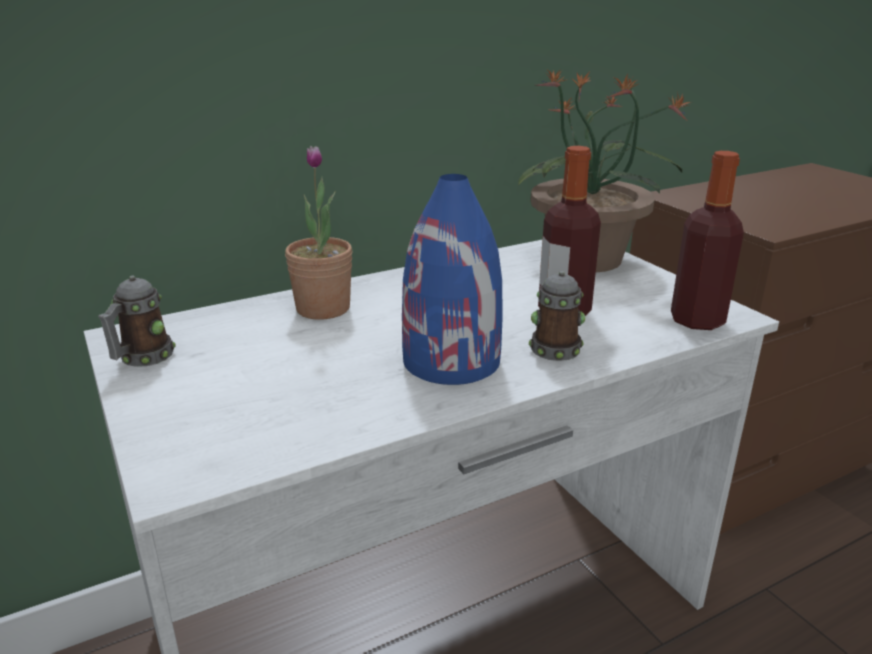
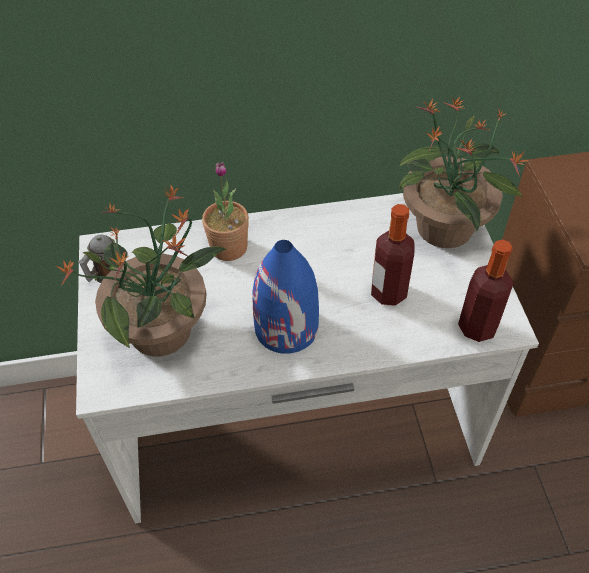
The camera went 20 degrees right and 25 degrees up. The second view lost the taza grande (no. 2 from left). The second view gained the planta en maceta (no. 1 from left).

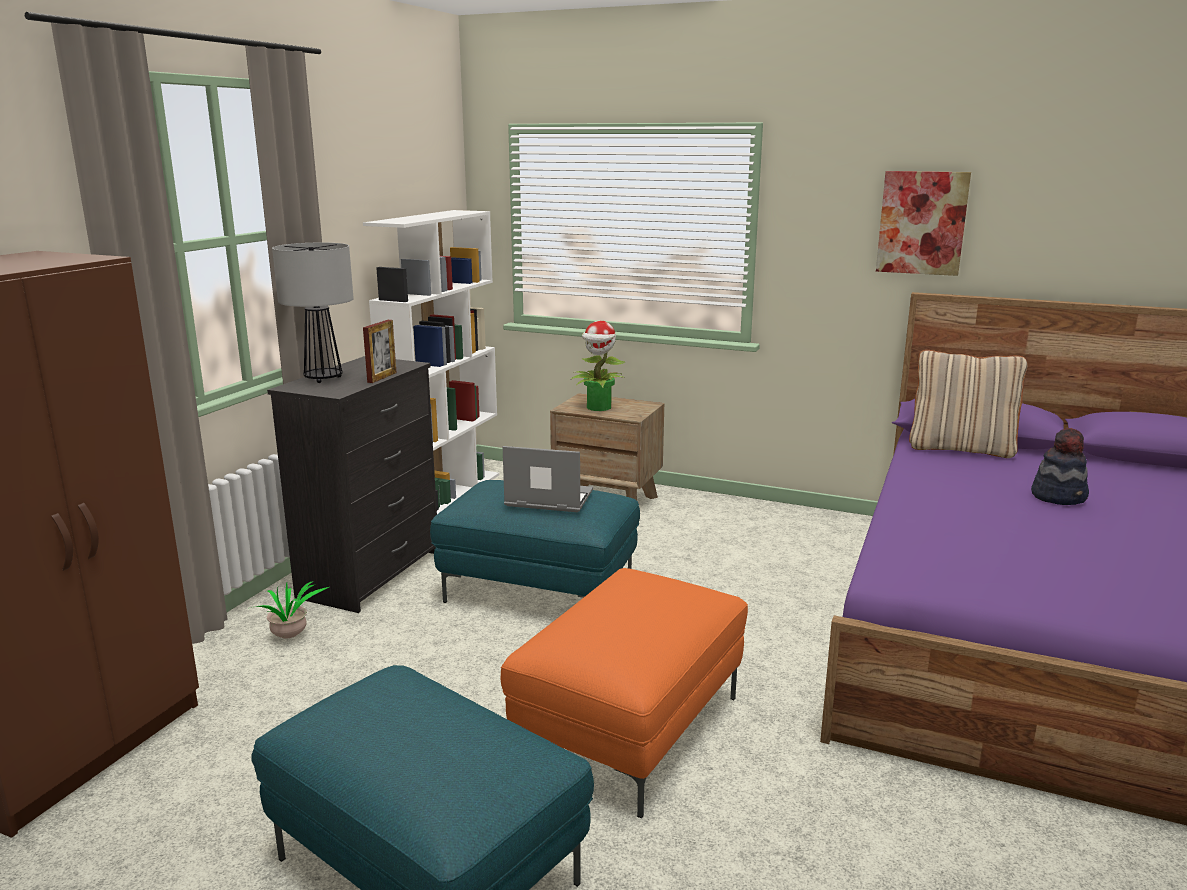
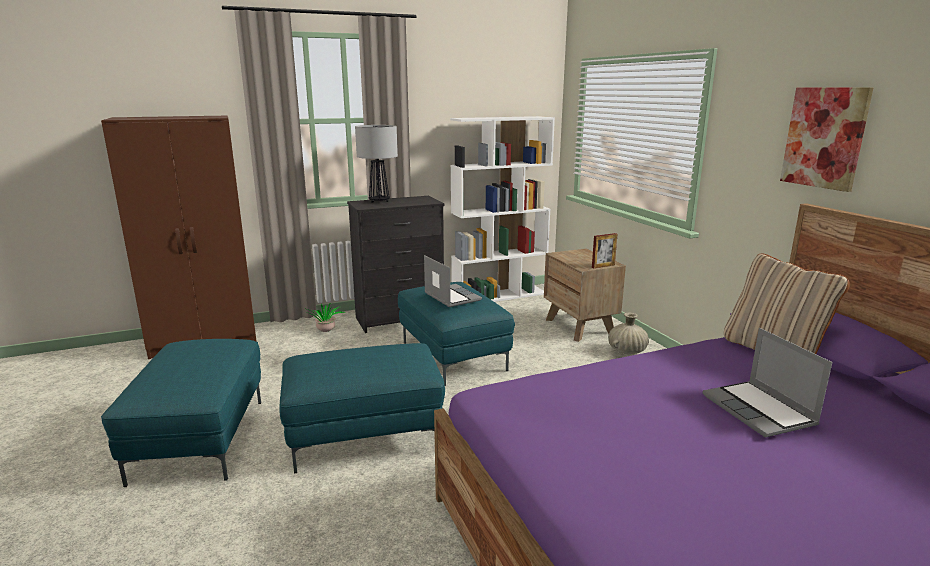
The camera went 45 degrees right and 0 degrees up. The portarretratos ended up elsewhere. The second view lost the planta en maceta (no. 2 from left). Where the sombrero stood, the portátil (no. 2 from left) came to stand. What was the puf (naranja) turned into the puf (turquesa) (no. 2 from left). The second view gained the florero (beis).

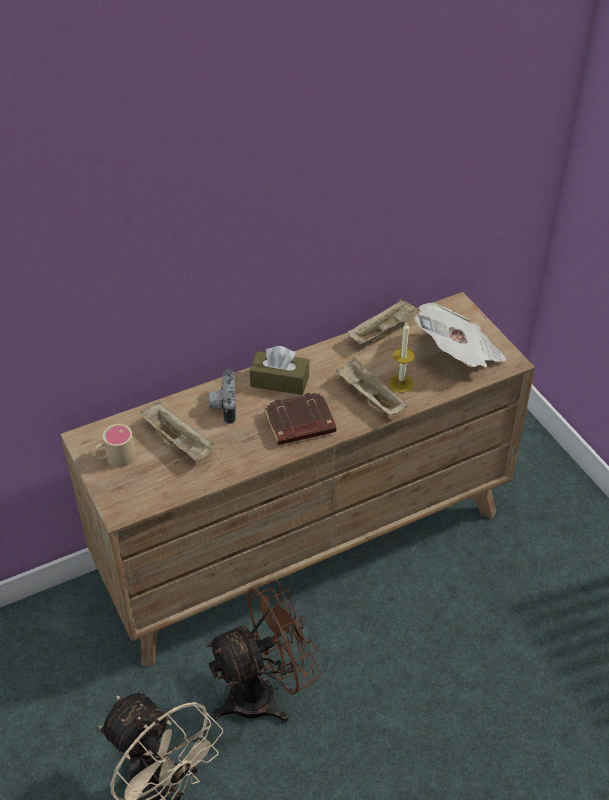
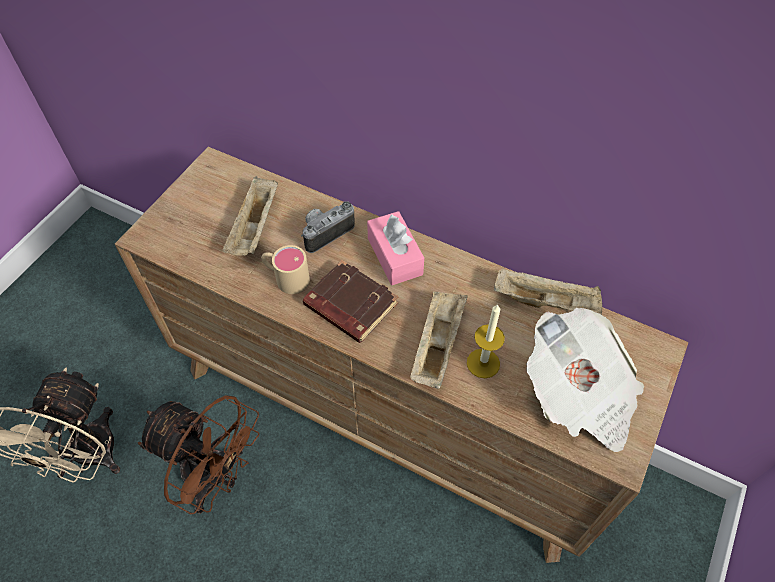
The camera went 55 degrees right and 10 degrees up. What was the caja de pañuelos (marrón) turned into the caja de pañuelos (rosa). The taza grande (beis) ended up elsewhere.

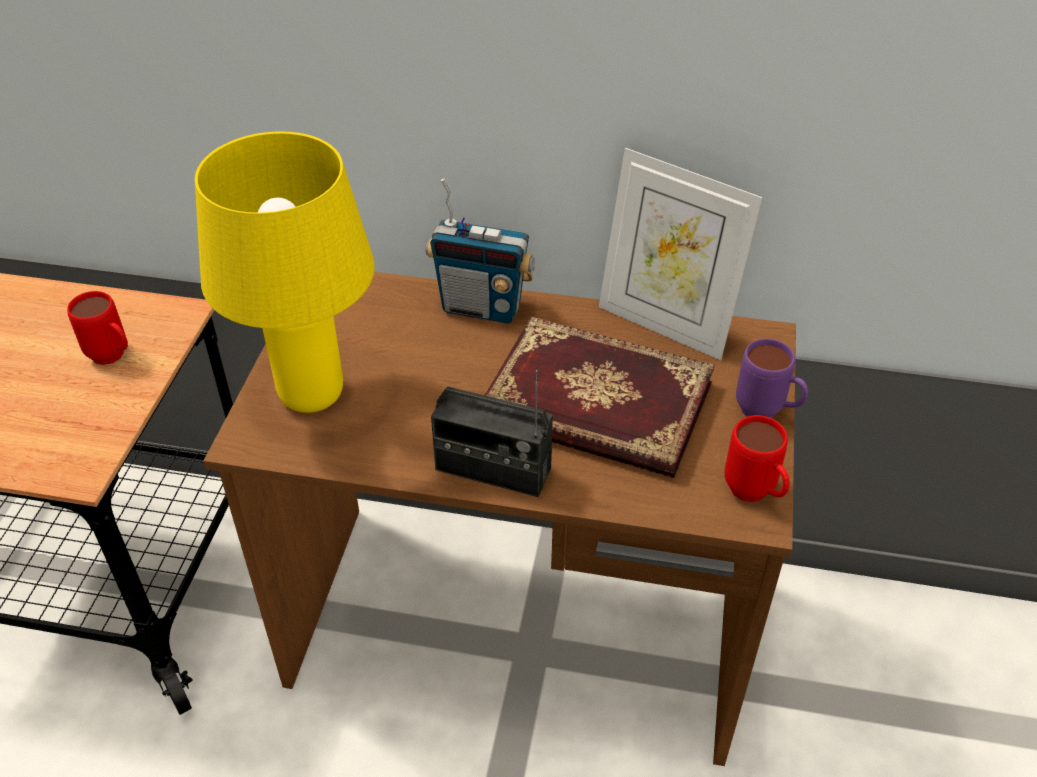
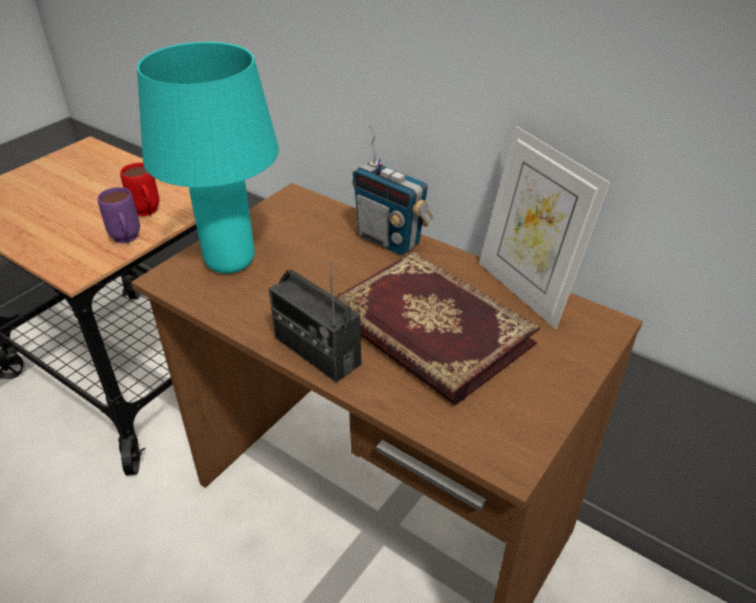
The camera went 25 degrees right and 5 degrees down. What was the lámpara de mesa (amarillo) turned into the lámpara de mesa (turquesa). The taza grande (morado) ended up elsewhere. The second view lost the taza grande (rojo) (no. 2 from left).

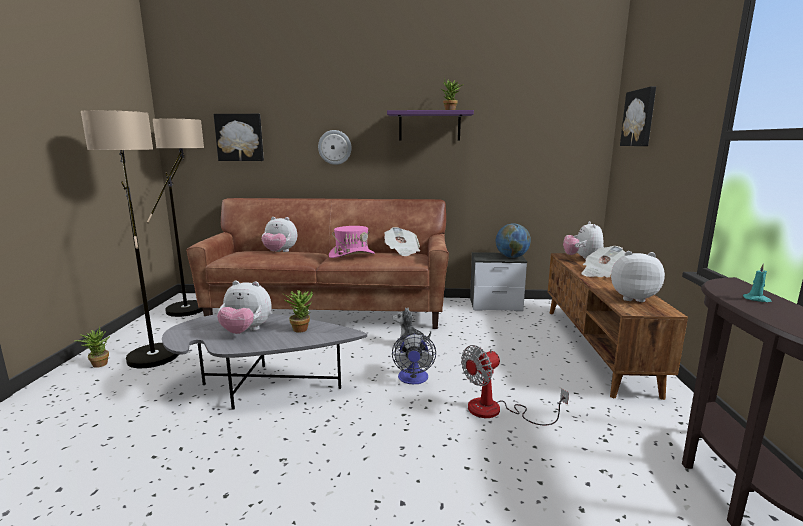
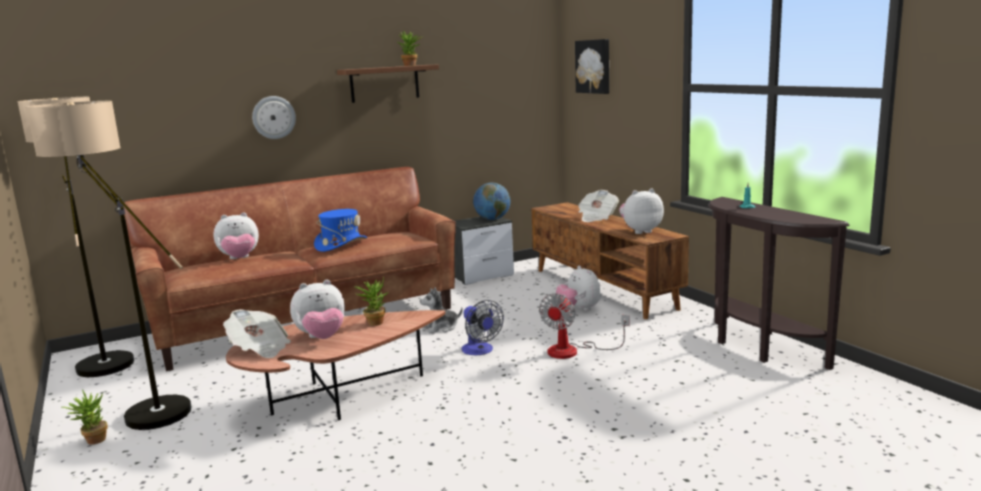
The camera went 30 degrees left and 0 degrees up. What was the estante (morado) turned into the estante (marrón). The second view lost the cuadro (no. 1 from left). The peluche (no. 4 from left) ended up elsewhere. What was the sombrero (rosa) turned into the sombrero (azul). The periódico (no. 1 from left) ended up elsewhere. What was the mesa de centro (gris) turned into the mesa de centro (marrón).

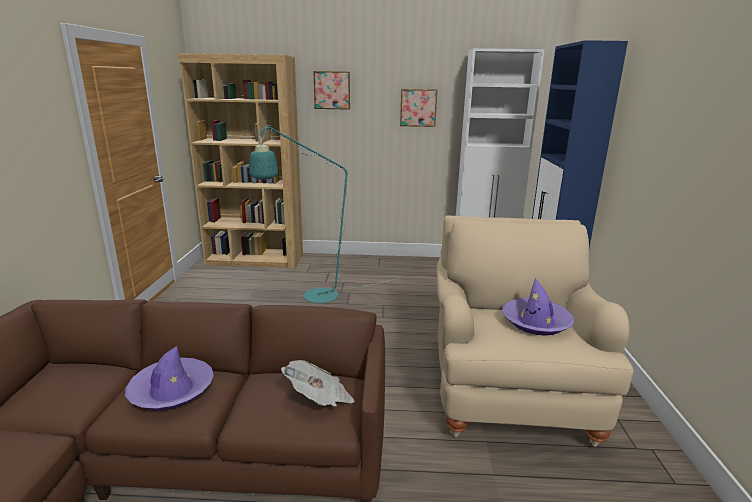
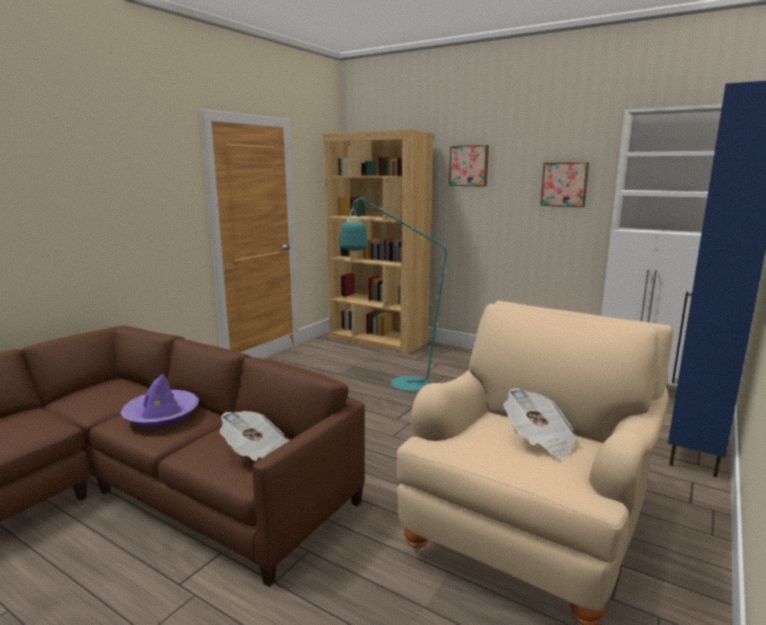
The camera went 30 degrees right and 5 degrees down. Where the sombrero (morado) (no. 2 from left) stood, the periódico (no. 2 from left) came to stand.

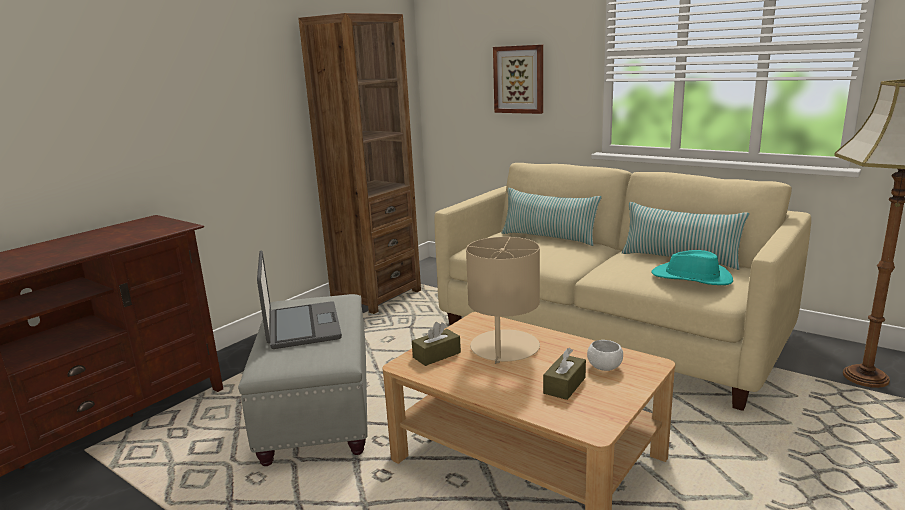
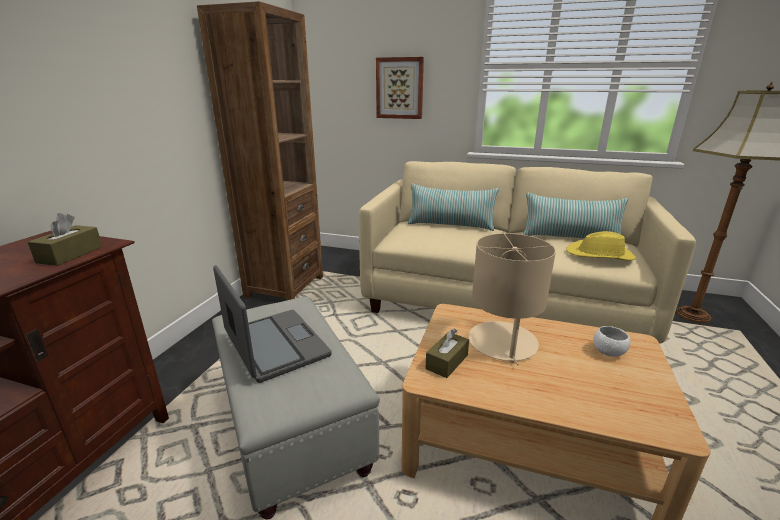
The camera went 20 degrees left and 5 degrees up. What was the sombrero (turquesa) turned into the sombrero (amarillo). The caja de pañuelos (marrón) (no. 2 from left in the first image) ended up elsewhere.

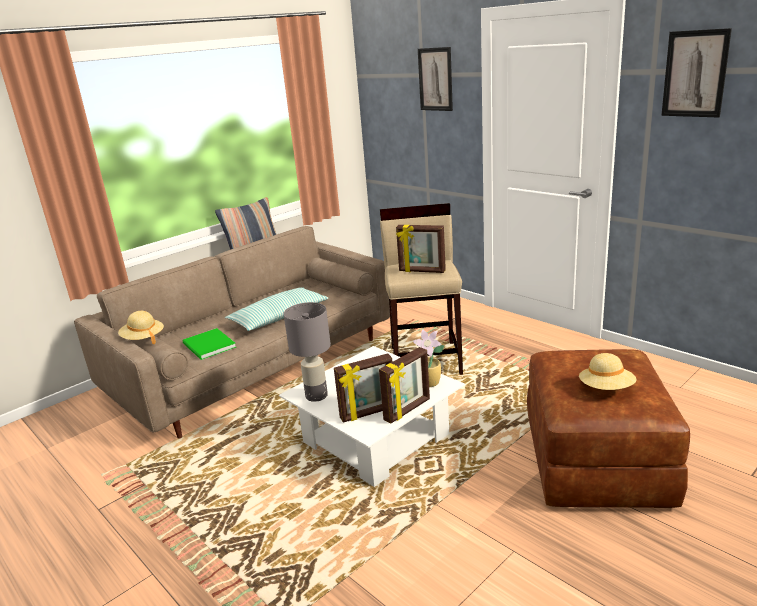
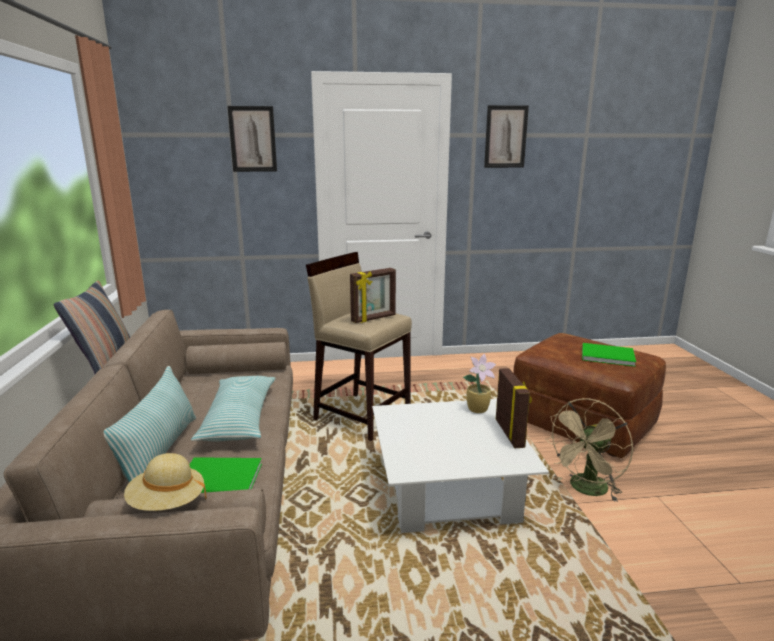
The camera went 55 degrees left and 5 degrees down. The second view lost the lámpara de mesa (gris). The second view lost the portarretratos (no. 1 from left). Where the sombrero (beis) (no. 2 from left) stood, the libro (verde) (no. 2 from left) came to stand. The second view gained the cojín (no. 2 from left). The second view gained the ventilador (beis).

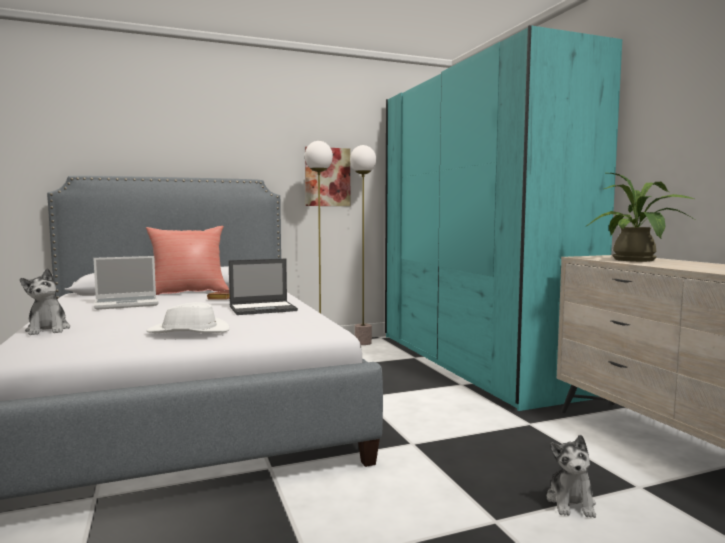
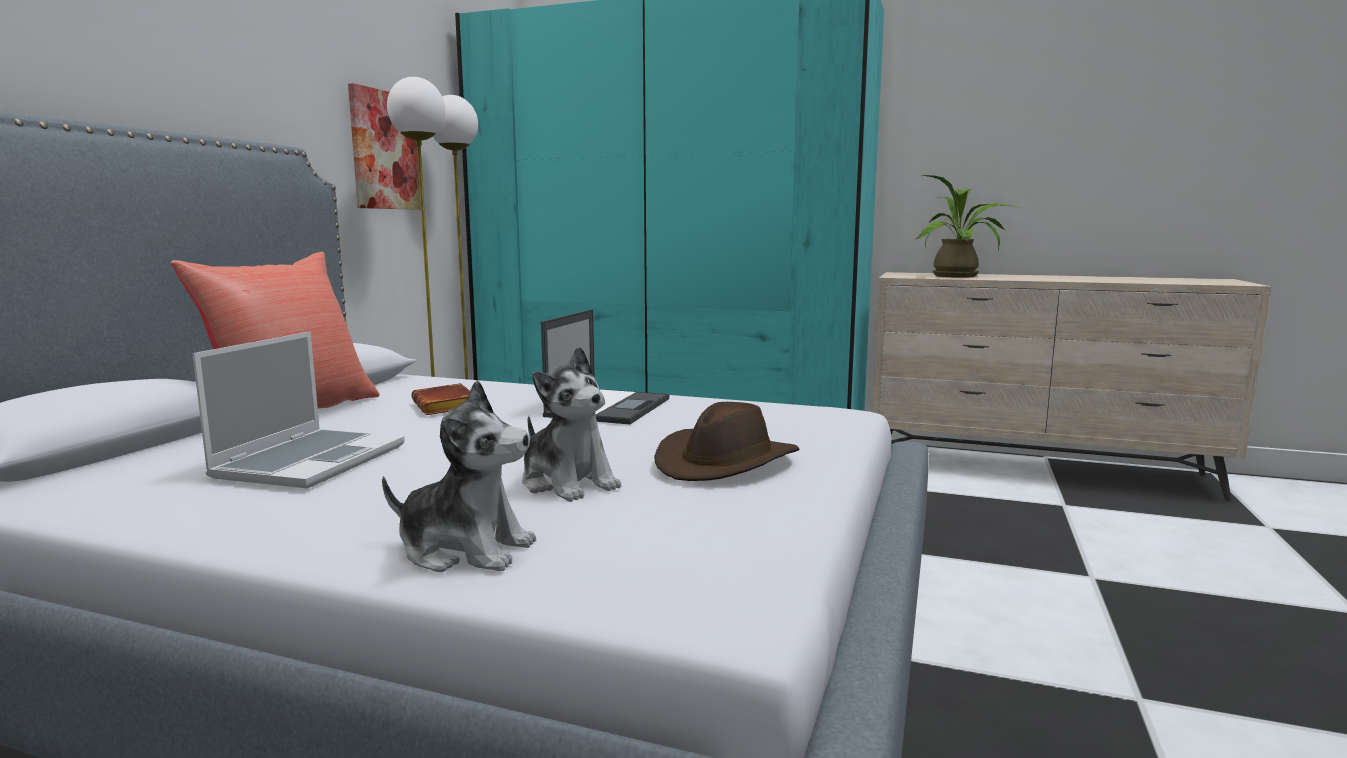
The camera went 50 degrees left and 5 degrees up. What was the sombrero (blanco) turned into the sombrero (marrón). The peluche (no. 2 from left) ended up elsewhere.

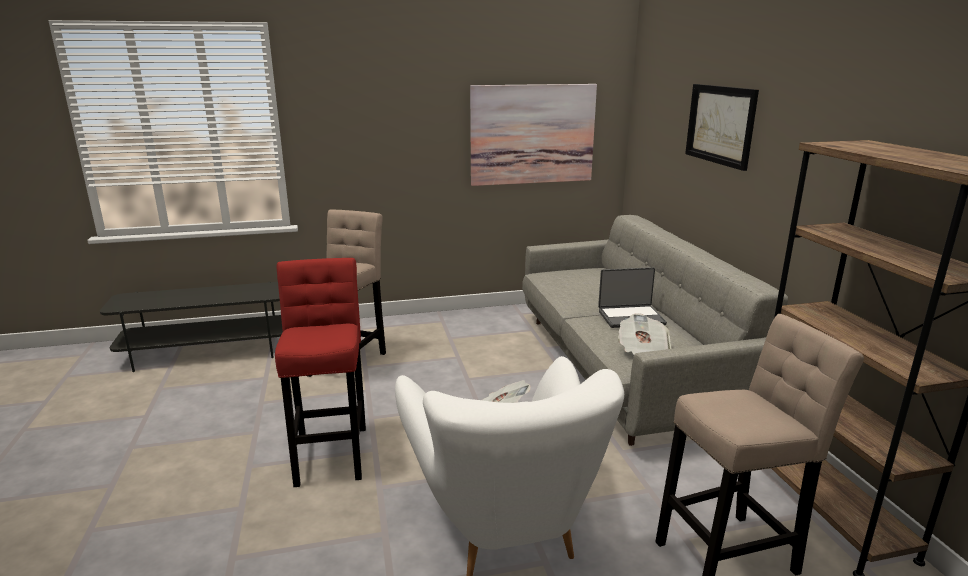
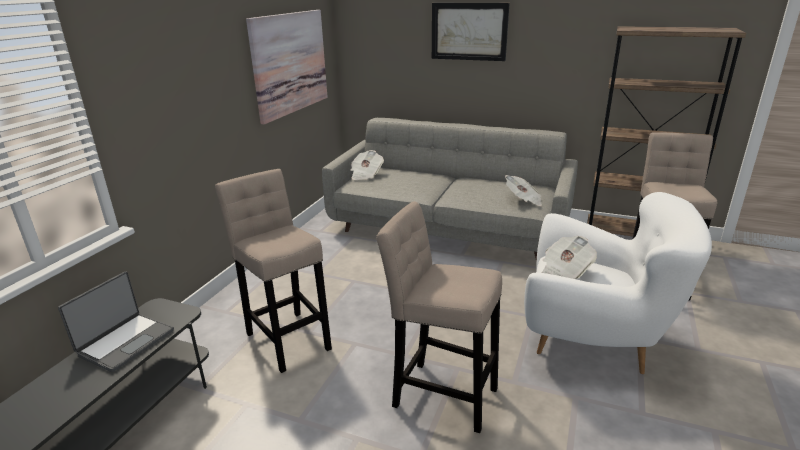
The camera went 55 degrees left and 5 degrees up. What was the taburete (rojo) turned into the taburete (beis) (no. 2 from left). The portátil ended up elsewhere. The second view gained the periódico (no. 1 from left).

